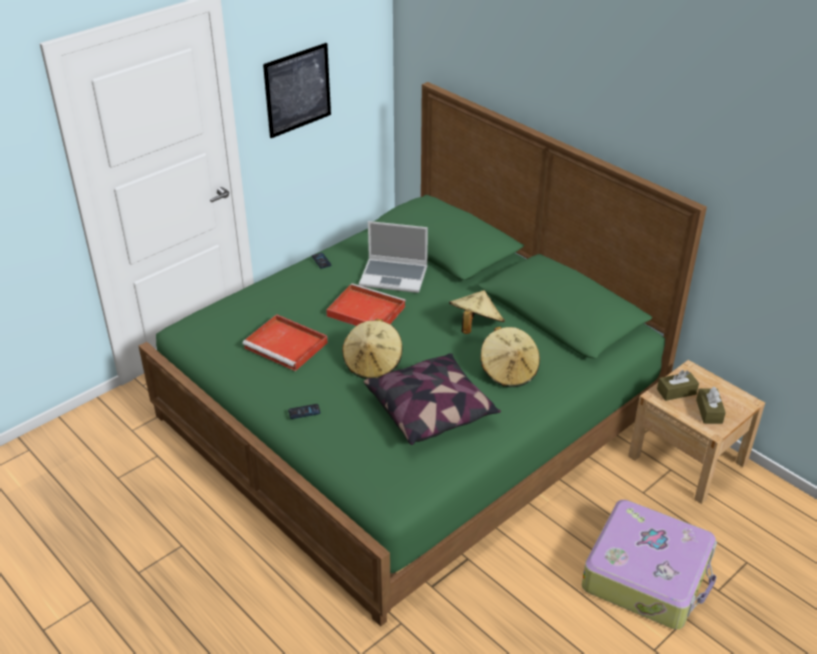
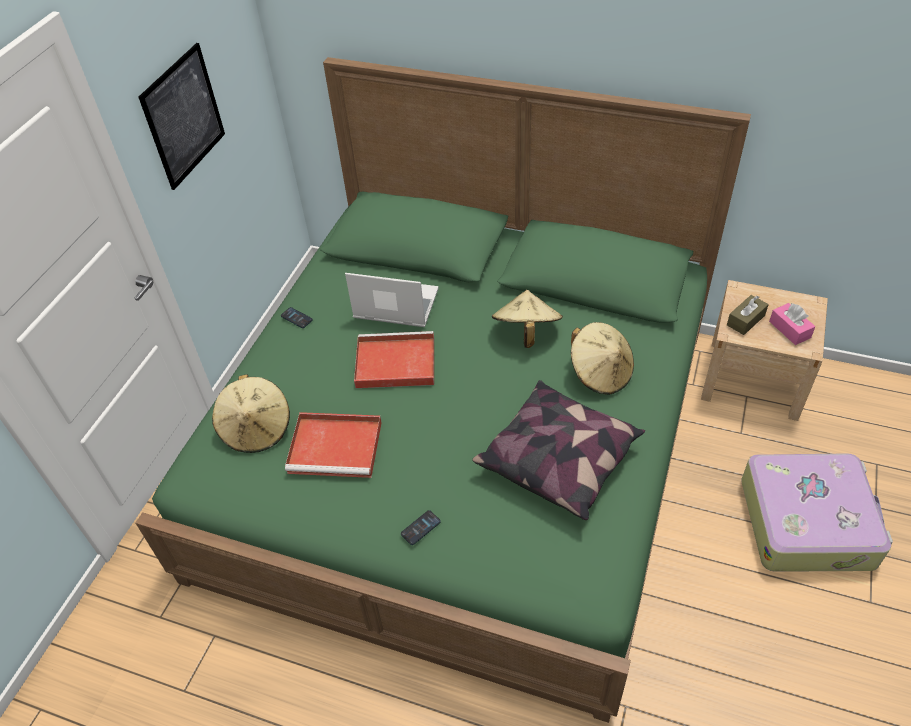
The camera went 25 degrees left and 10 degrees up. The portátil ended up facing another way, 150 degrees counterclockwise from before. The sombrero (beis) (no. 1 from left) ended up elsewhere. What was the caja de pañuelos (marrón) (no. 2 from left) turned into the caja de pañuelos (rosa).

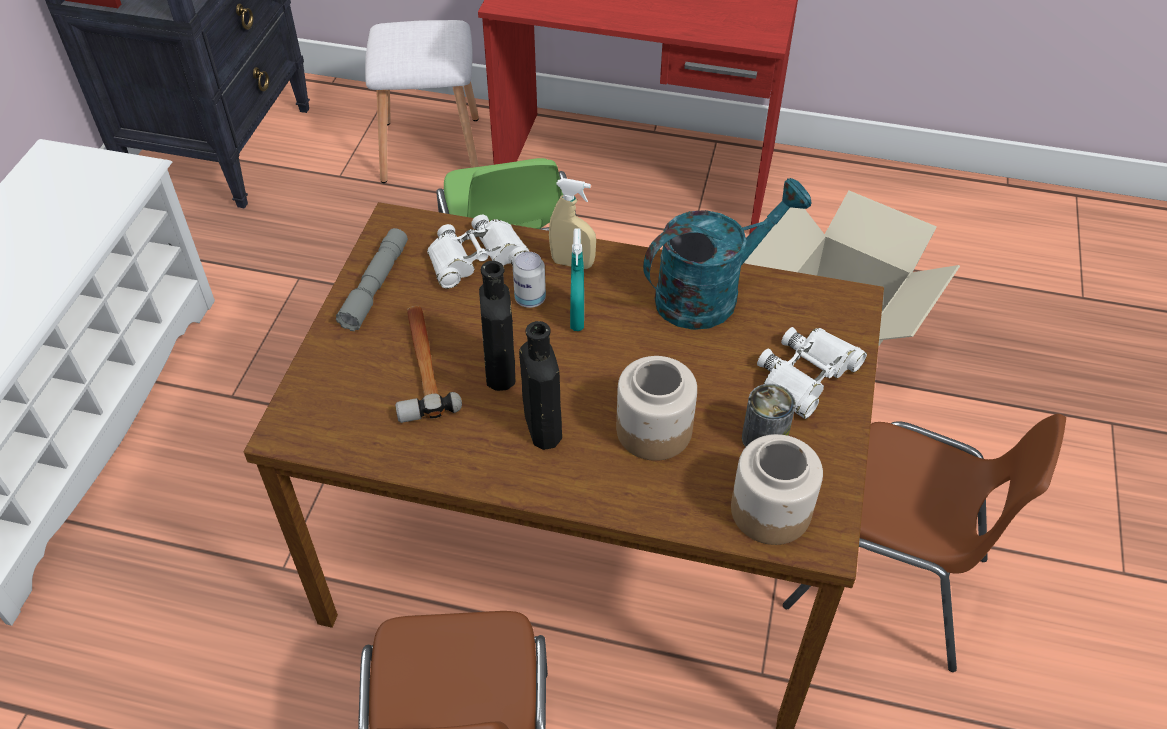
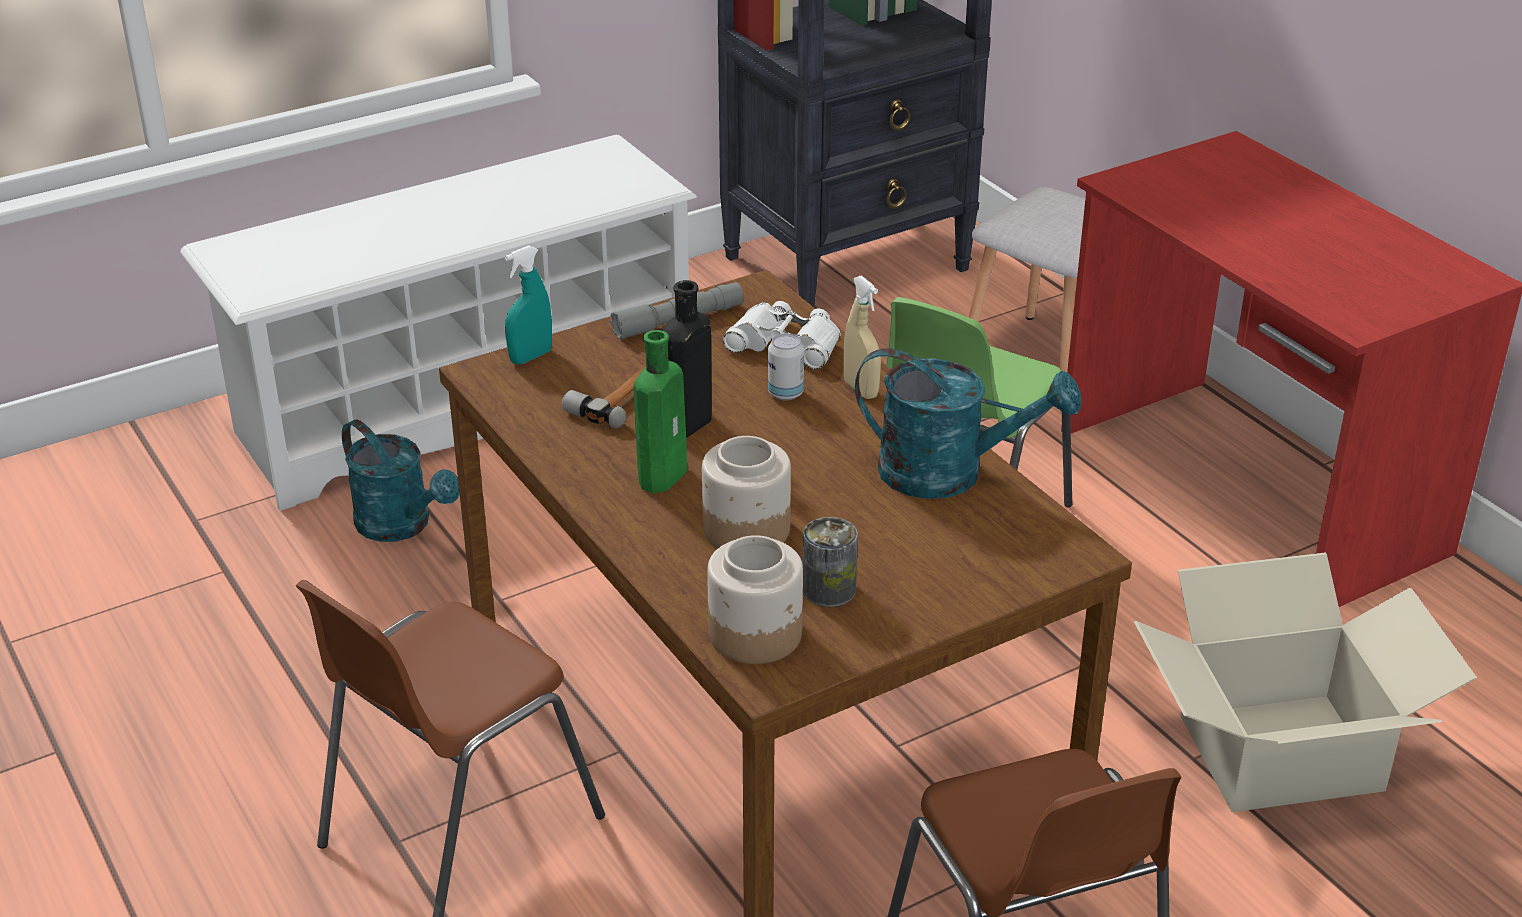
The camera went 45 degrees right and 15 degrees down. The pulverizador (turquesa) ended up elsewhere. What was the botella (negro) (no. 2 from left) turned into the botella (verde). The second view lost the prismáticos (blanco) (no. 2 from left). The second view gained the regadera (turquesa) (no. 1 from left).

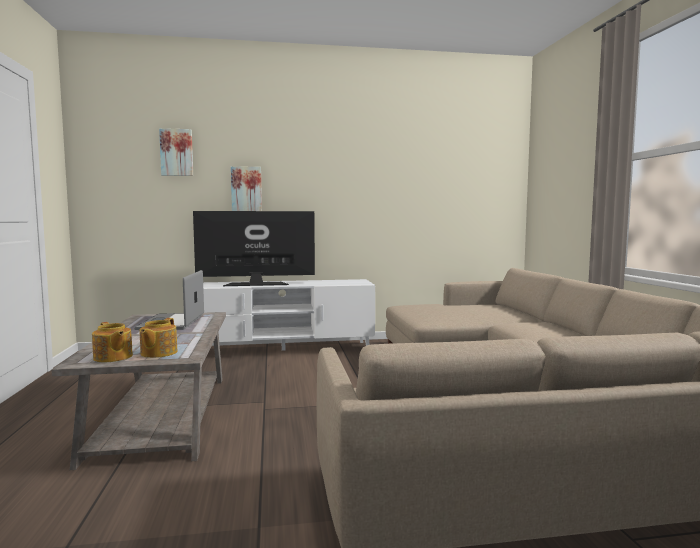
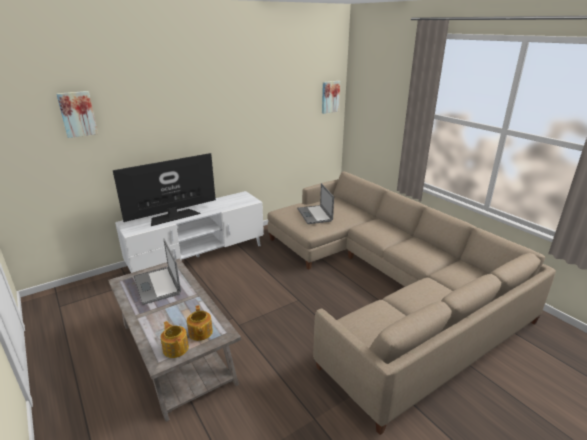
The camera went 25 degrees left and 20 degrees up. The cuadro (no. 2 from left) ended up elsewhere. The tetera (no. 1 from left) ended up facing another way, 150 degrees counterclockwise from before. The second view gained the portátil (no. 2 from left).

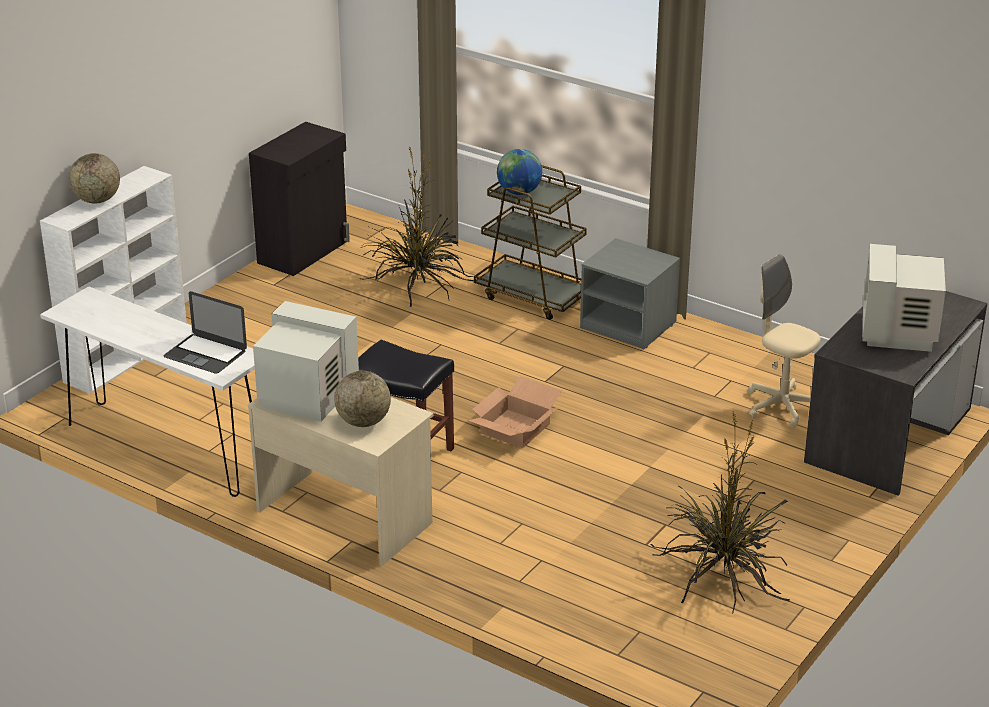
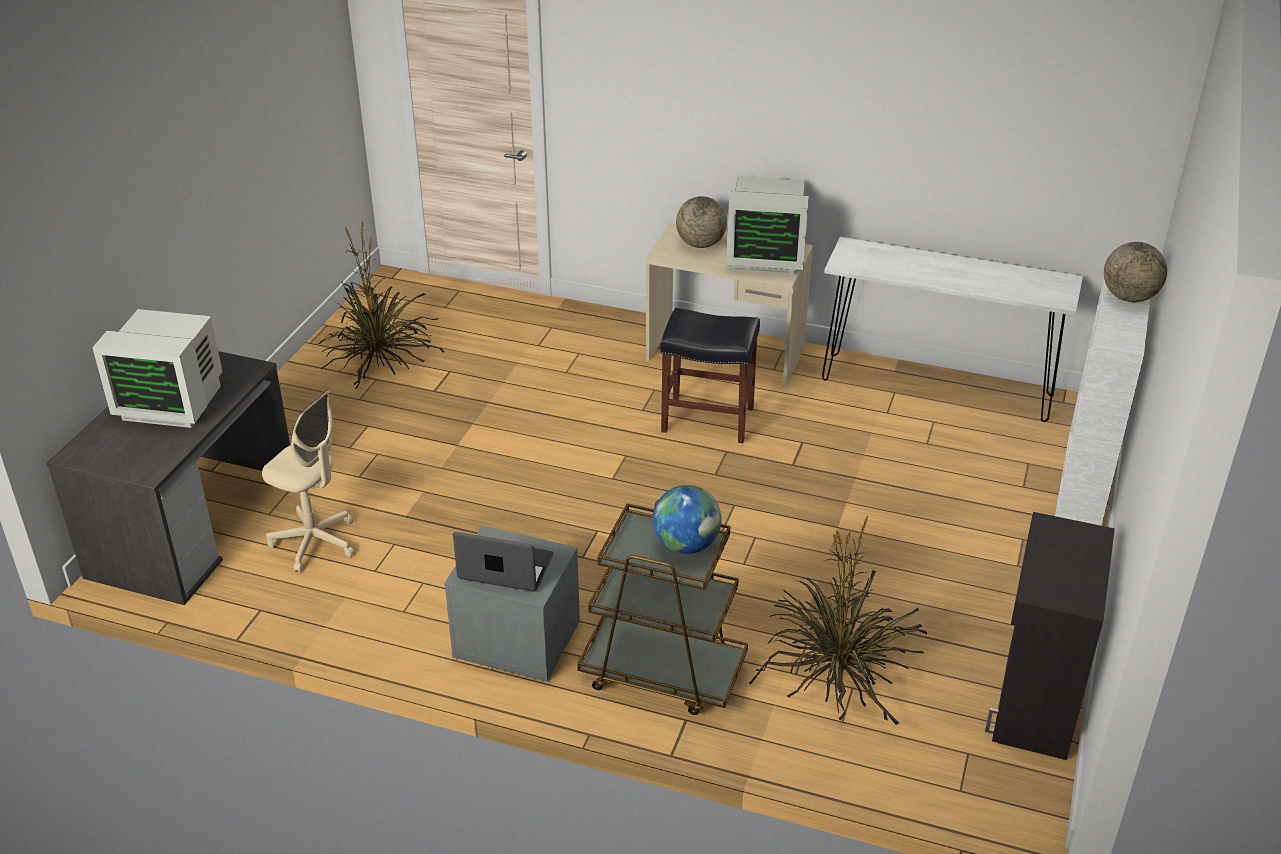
The camera went 165 degrees right and 5 degrees up. The monitor (no. 2 from left in the first image) ended up facing another way, 105 degrees clockwise from before. The portátil ended up elsewhere. The second view lost the caja de cartón.

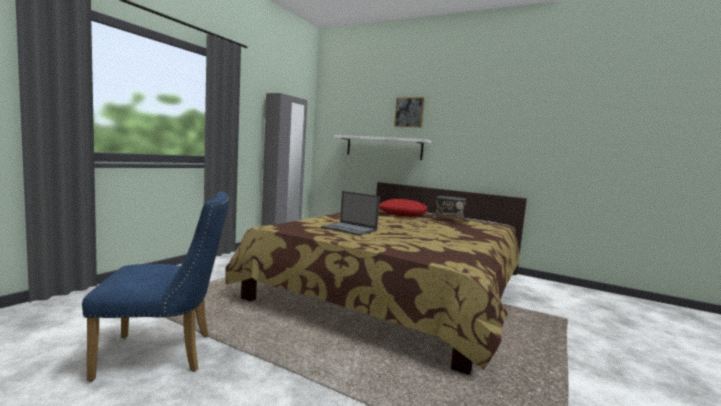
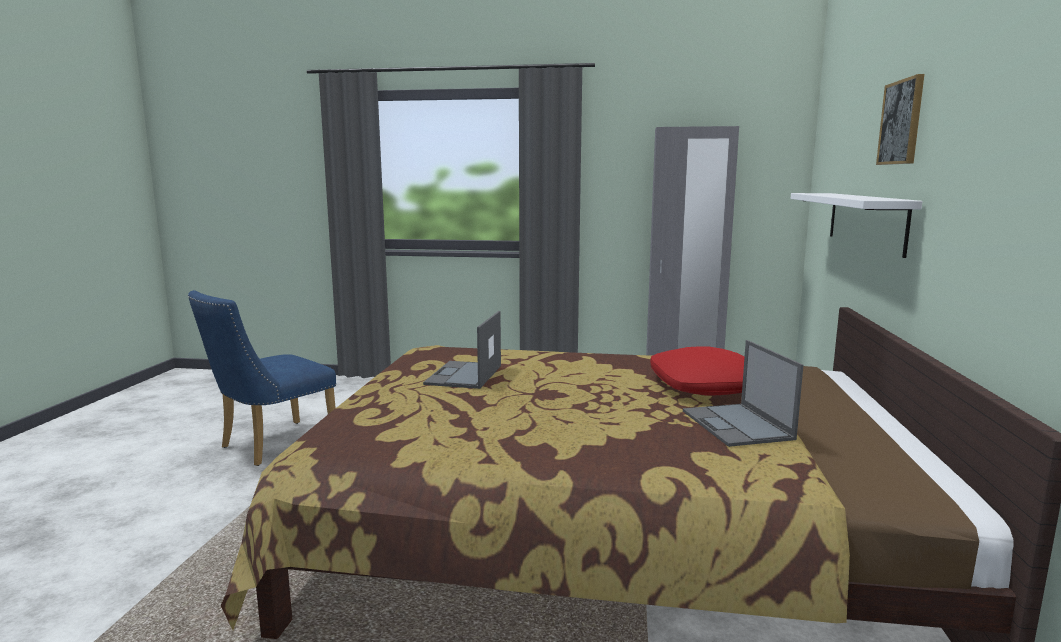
The camera went 70 degrees right and 5 degrees up. The silla (azul) ended up facing another way, 75 degrees clockwise from before. Where the sombrero (gris) stood, the portátil (no. 2 from left) came to stand.

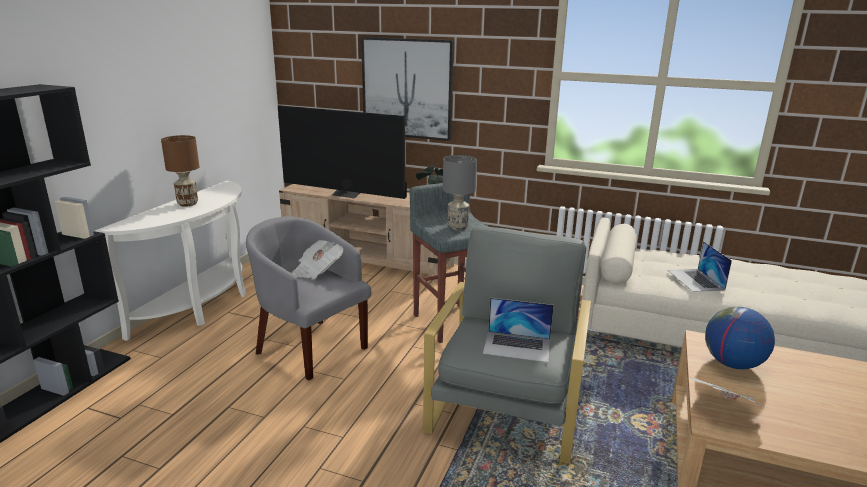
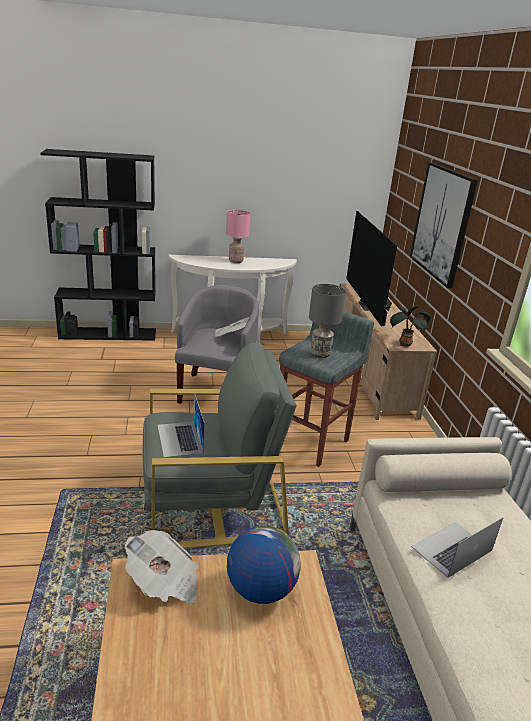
The camera went 60 degrees right and 5 degrees up. What was the lámpara de mesa (marrón) turned into the lámpara de mesa (rosa).

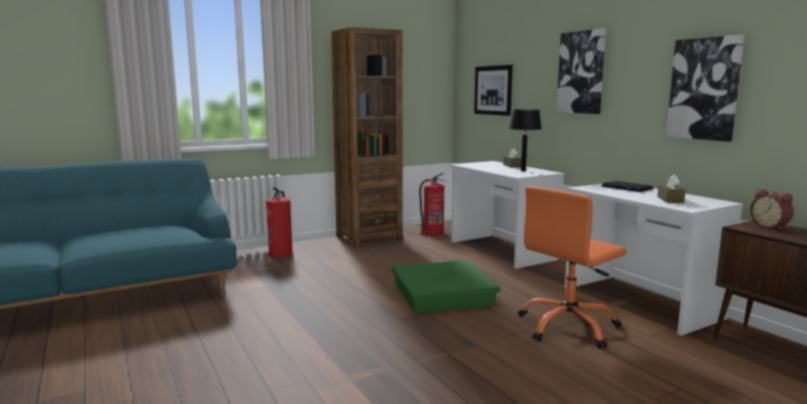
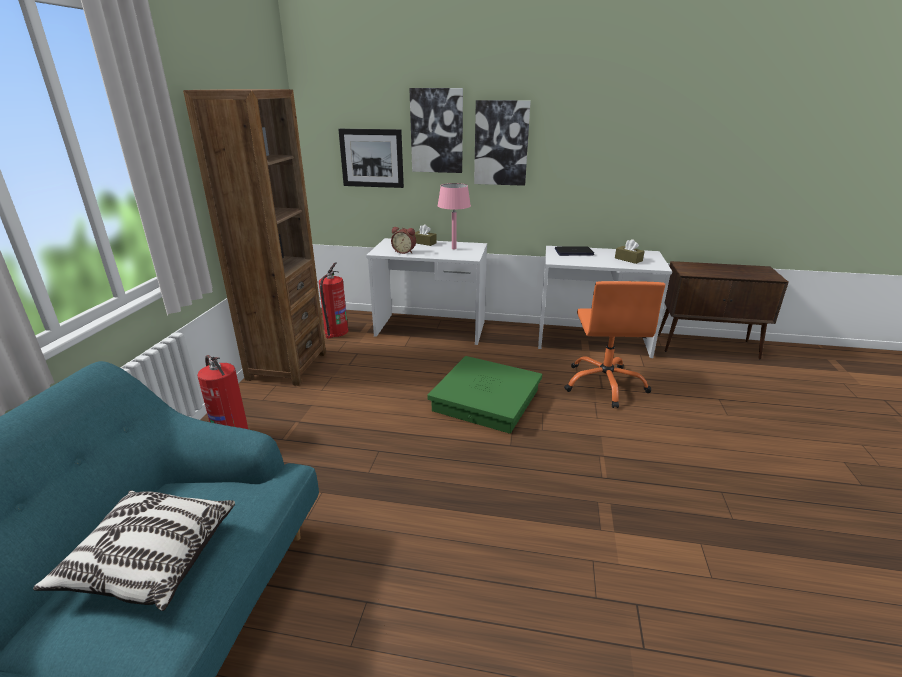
The camera went 50 degrees left and 15 degrees up. The cuadro (no. 3 from left in the first image) ended up elsewhere. What was the lámpara de mesa (negro) turned into the lámpara de mesa (rosa). The despertador ended up elsewhere. The second view gained the cojín.

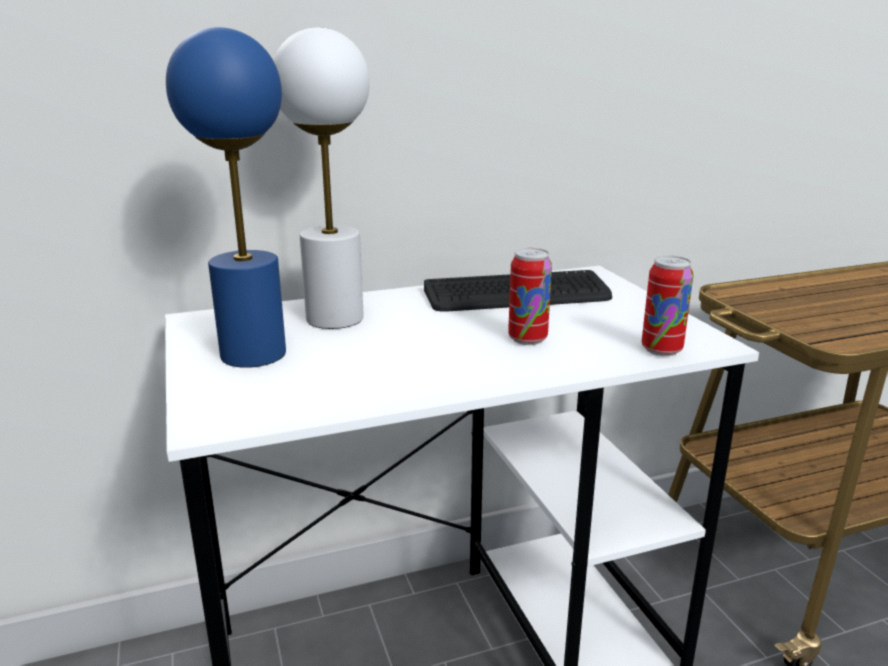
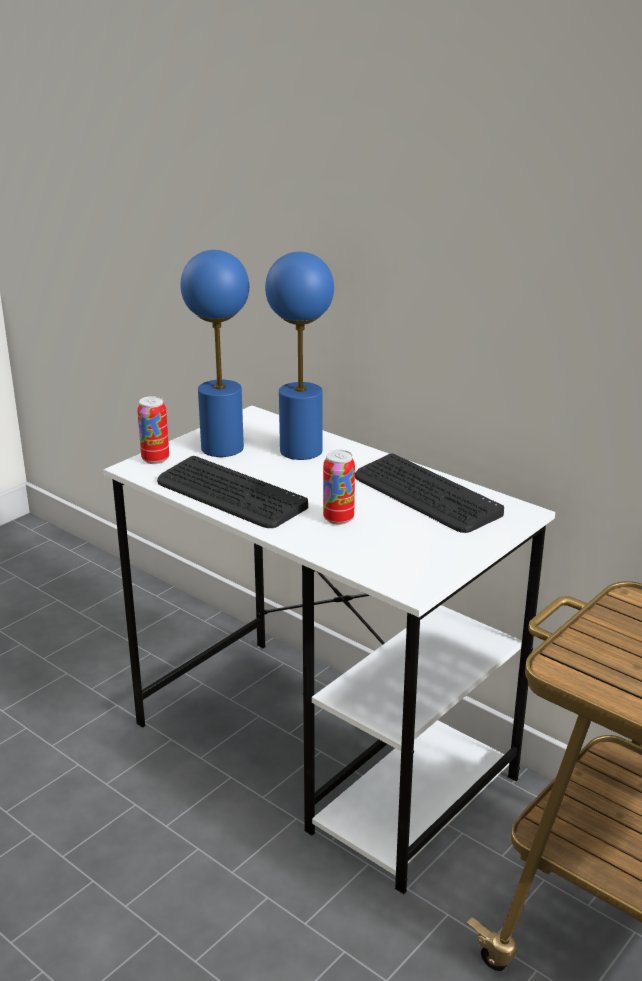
The camera went 60 degrees right and 5 degrees up. What was the lámpara de mesa (blanco) turned into the lámpara de mesa (azul) (no. 2 from left). The lata (no. 2 from left in the first image) ended up elsewhere. The second view gained the teclado (no. 1 from left).

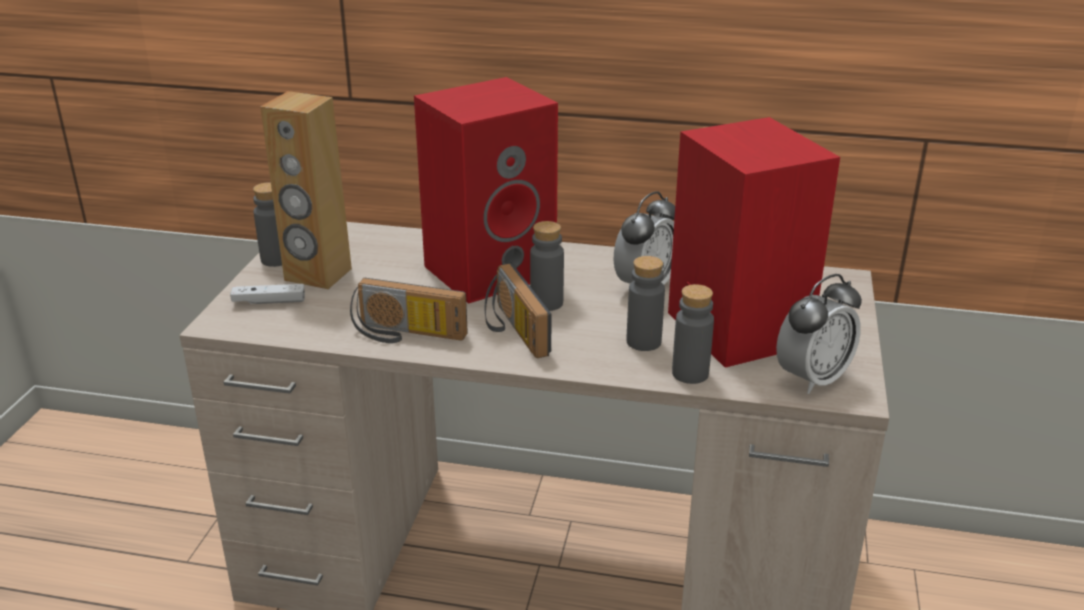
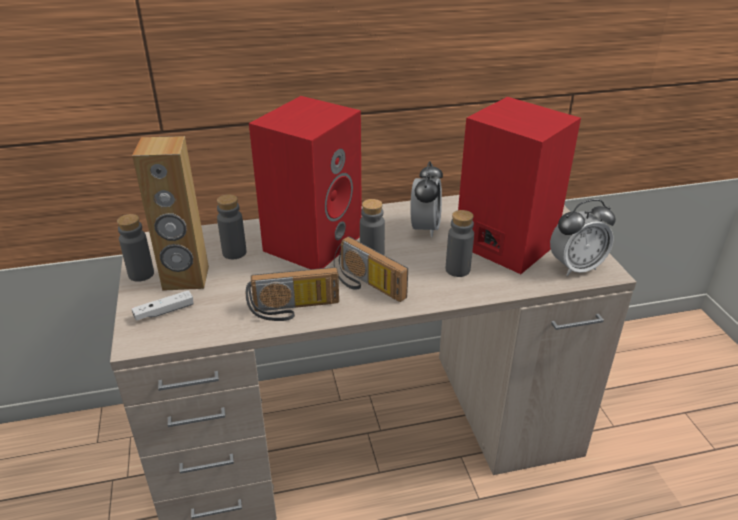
The camera went 25 degrees left and 5 degrees up. The despertador (no. 2 from left) ended up facing another way, 45 degrees clockwise from before. The botella (gris) (no. 4 from left in the first image) ended up elsewhere.

